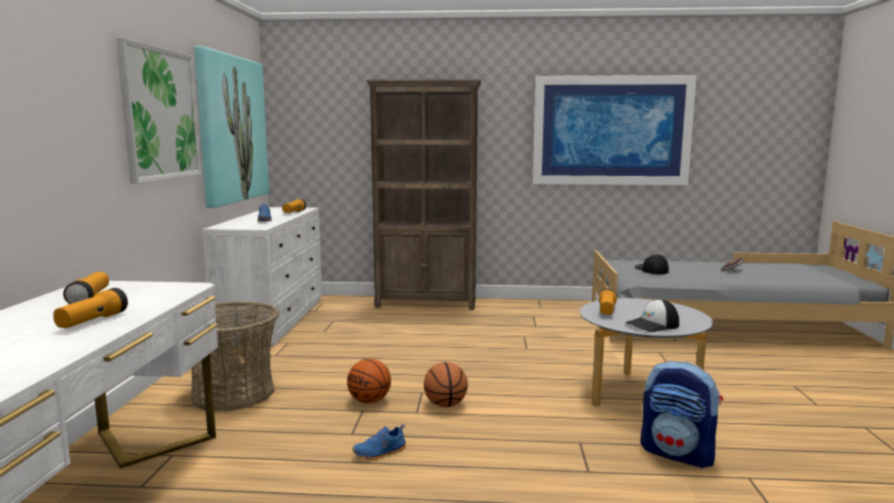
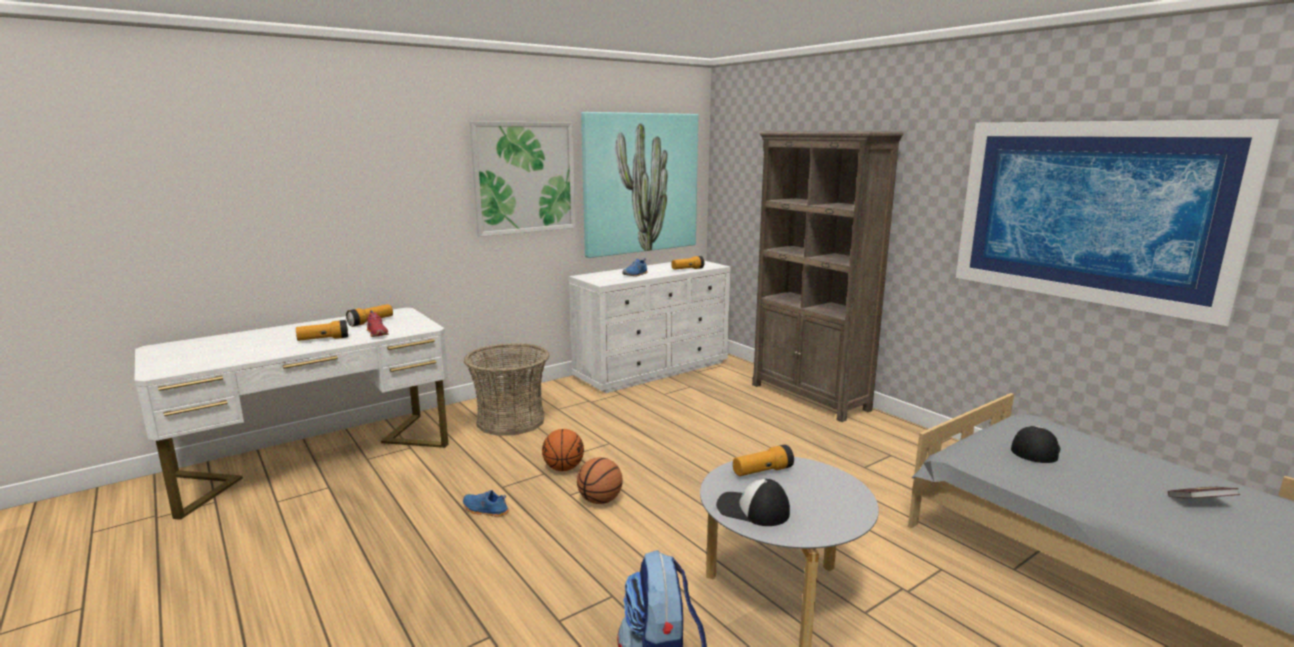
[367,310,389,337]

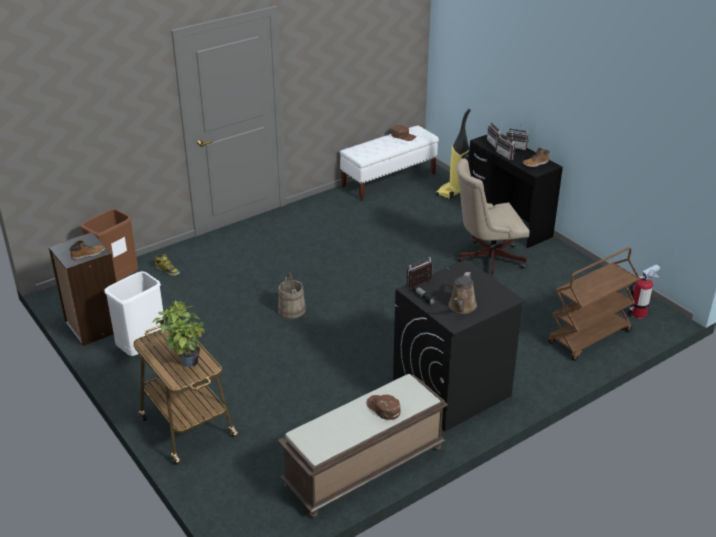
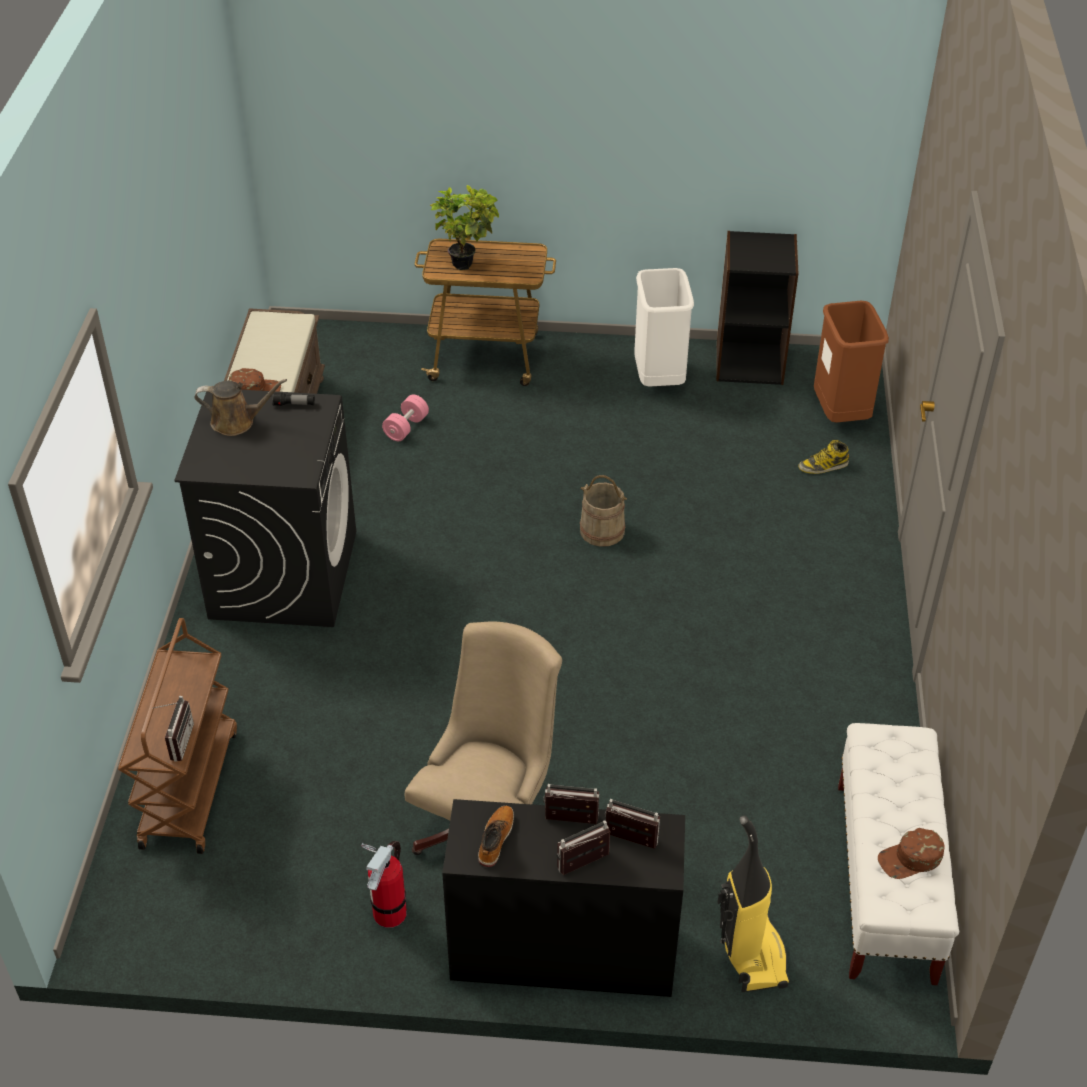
[69,241,105,260] (first image)
[155,696,194,762]
[195,379,287,436]
[361,841,407,928]
[382,395,429,441]

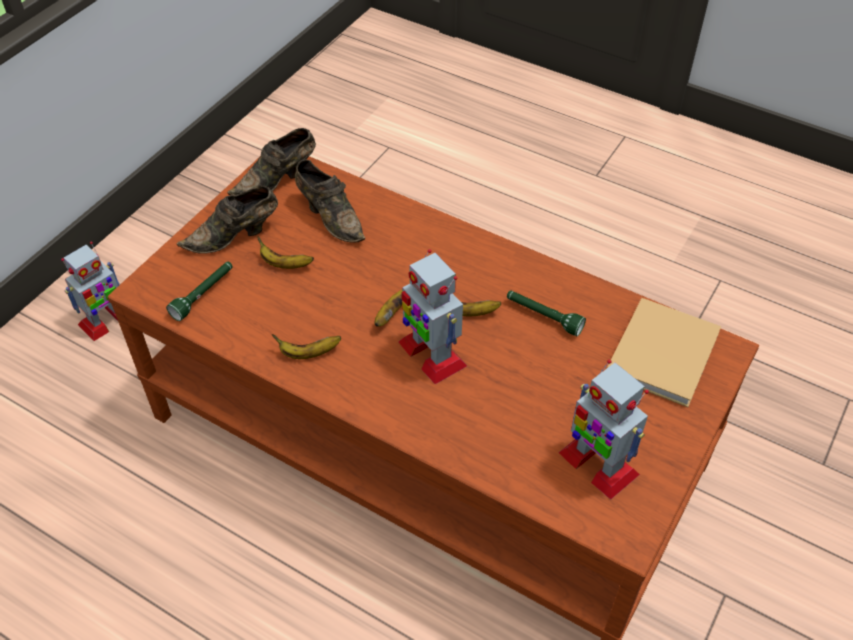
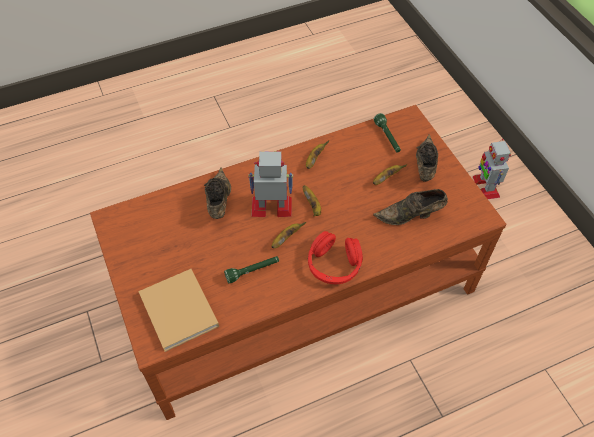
[204,167,231,219]
[558,360,649,500] (first image)
[308,231,363,284]

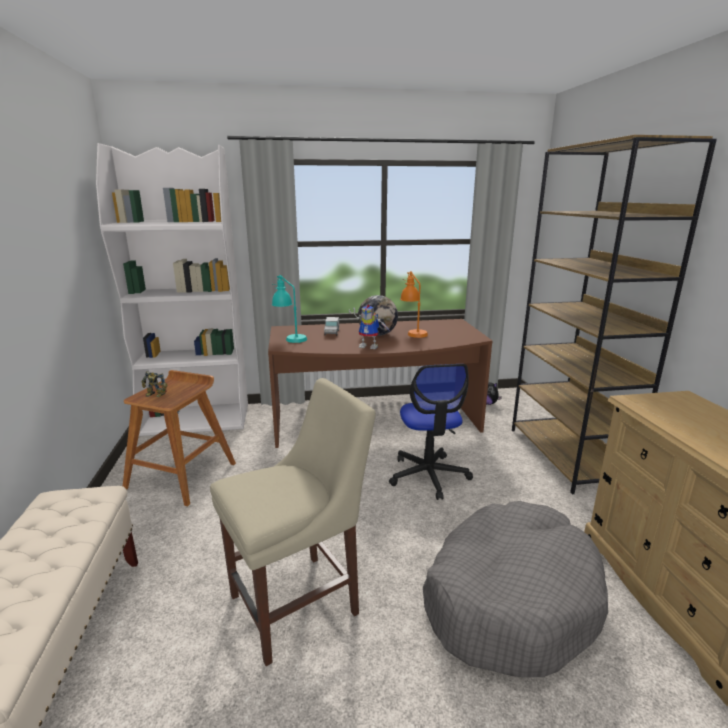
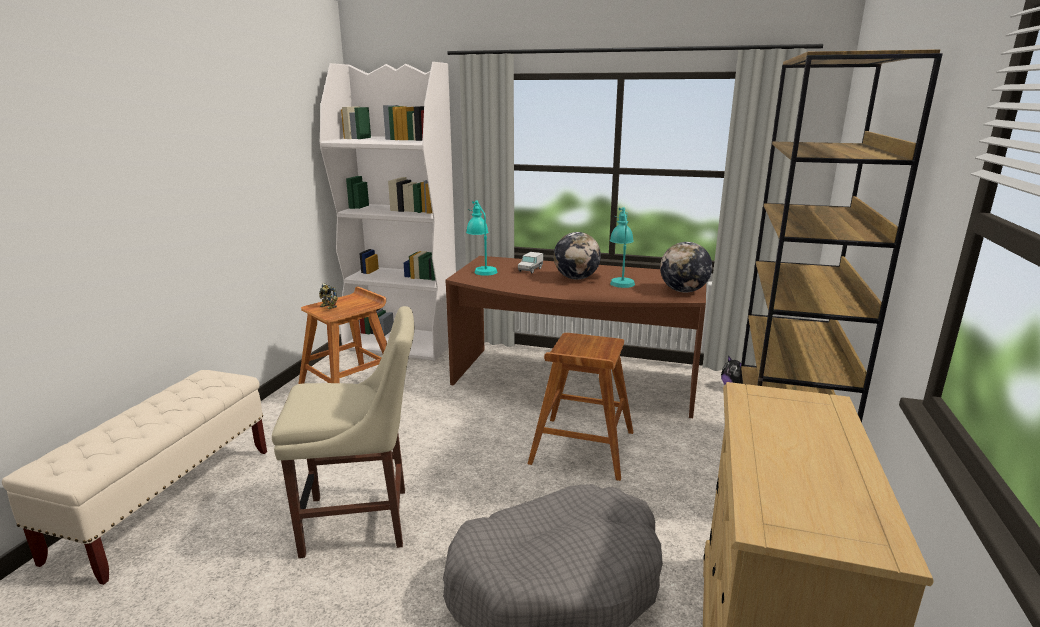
[349,304,391,349] (first image)
[528,333,633,481]
[610,207,635,288]
[660,242,712,293]

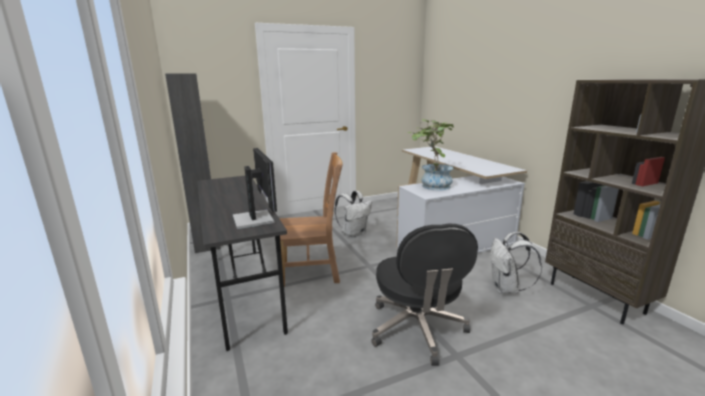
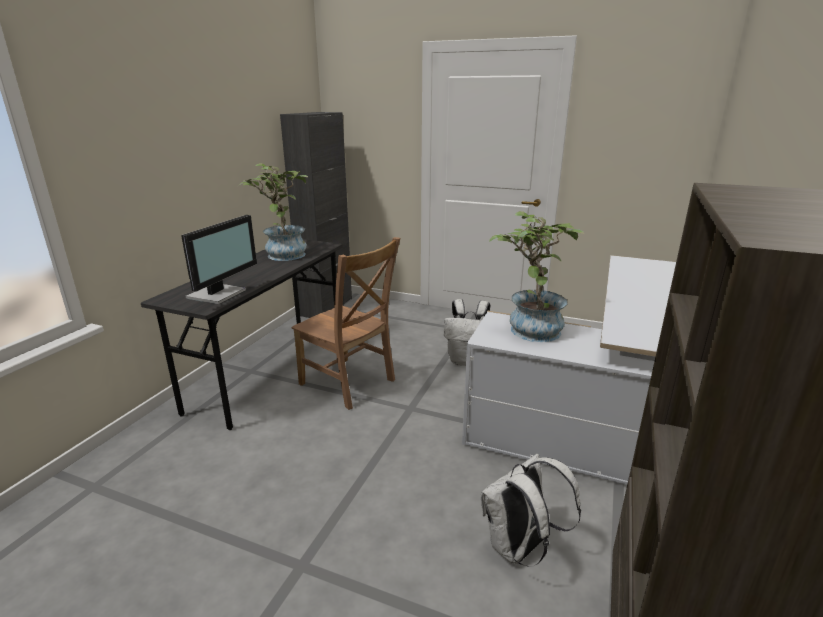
[371,224,478,366] (first image)
[238,163,308,261]

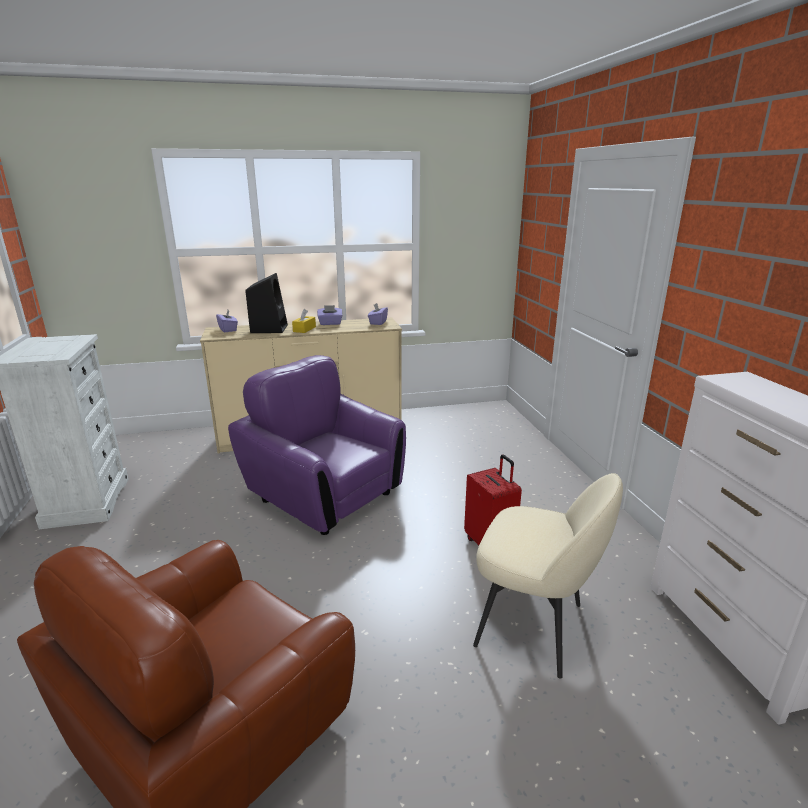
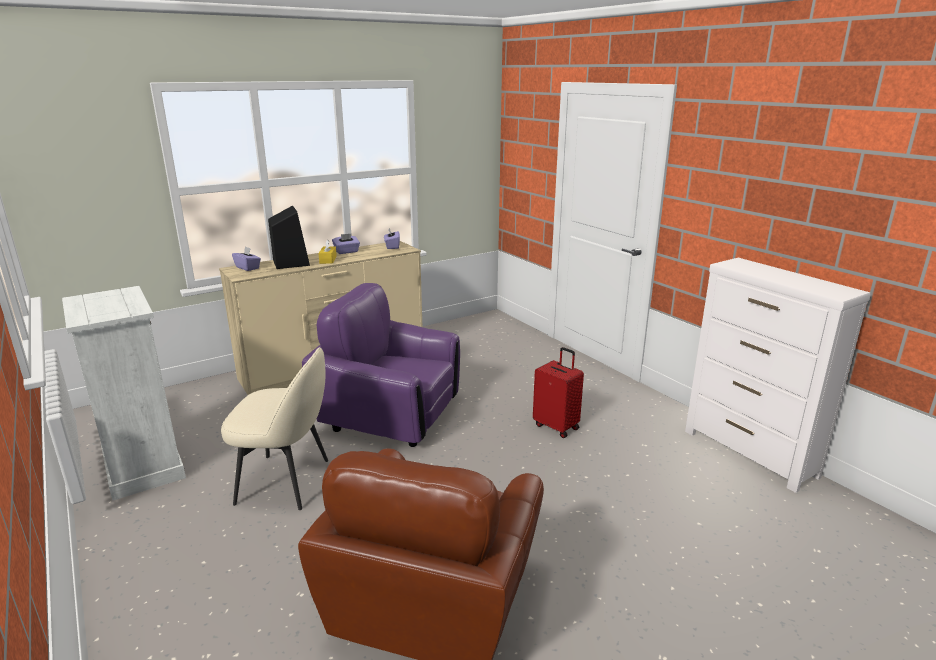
[221,347,328,510]

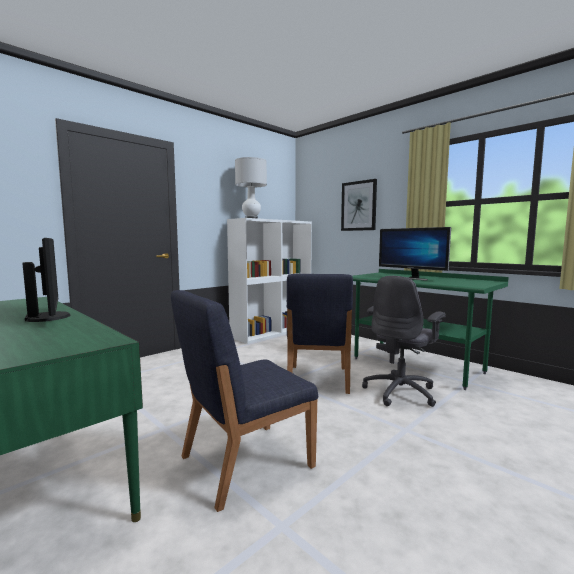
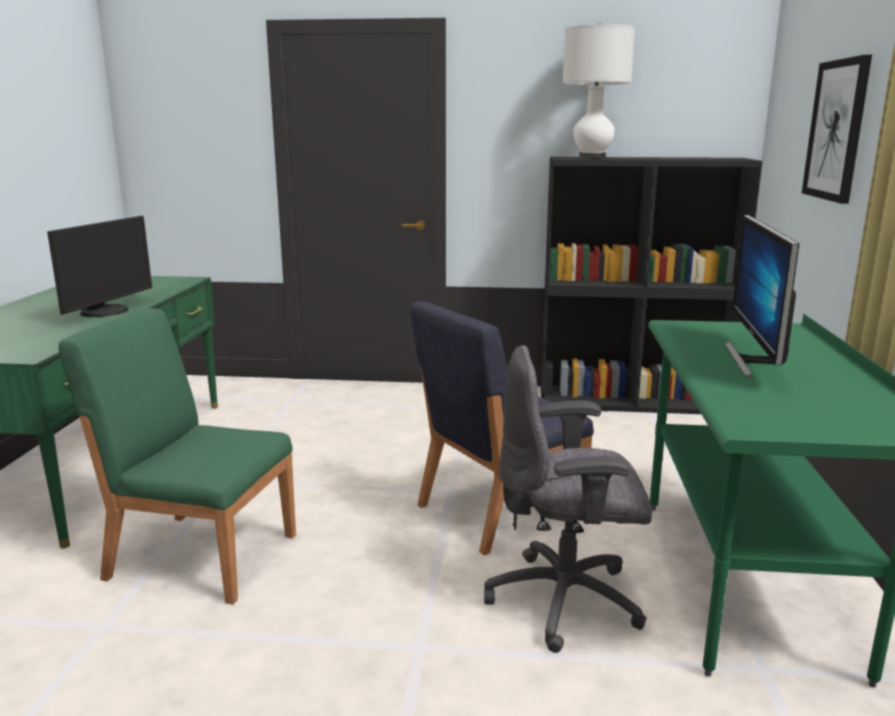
[59,308,296,605]
[541,157,763,414]

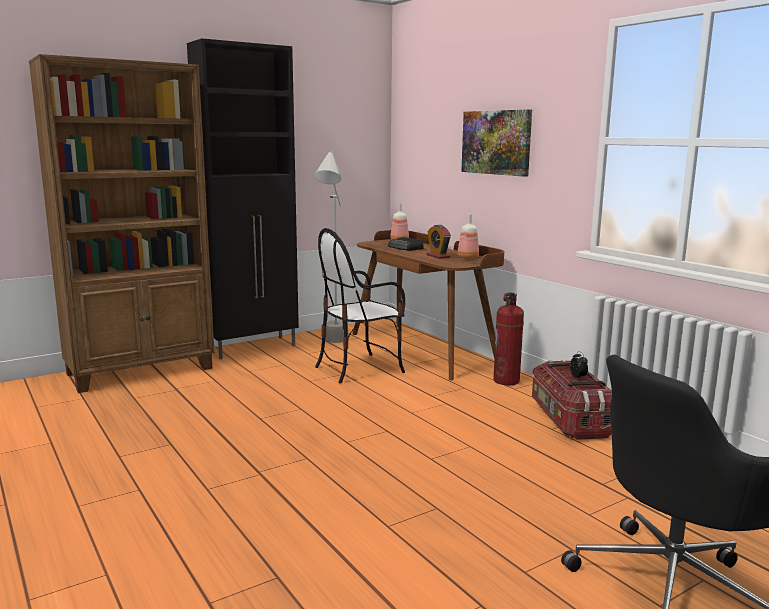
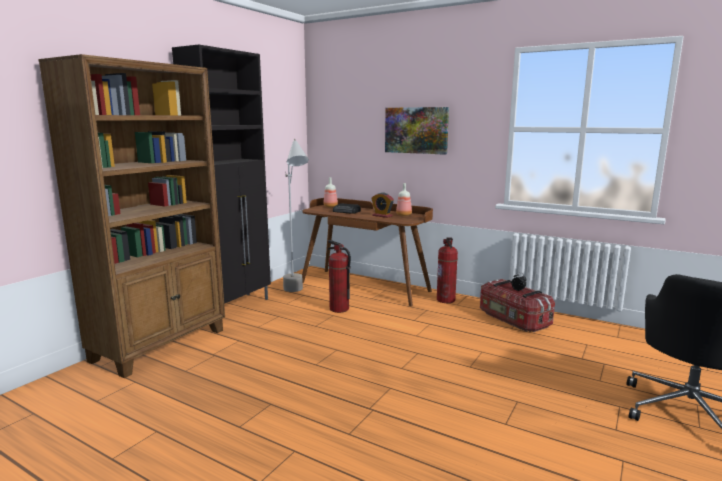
[328,240,351,313]

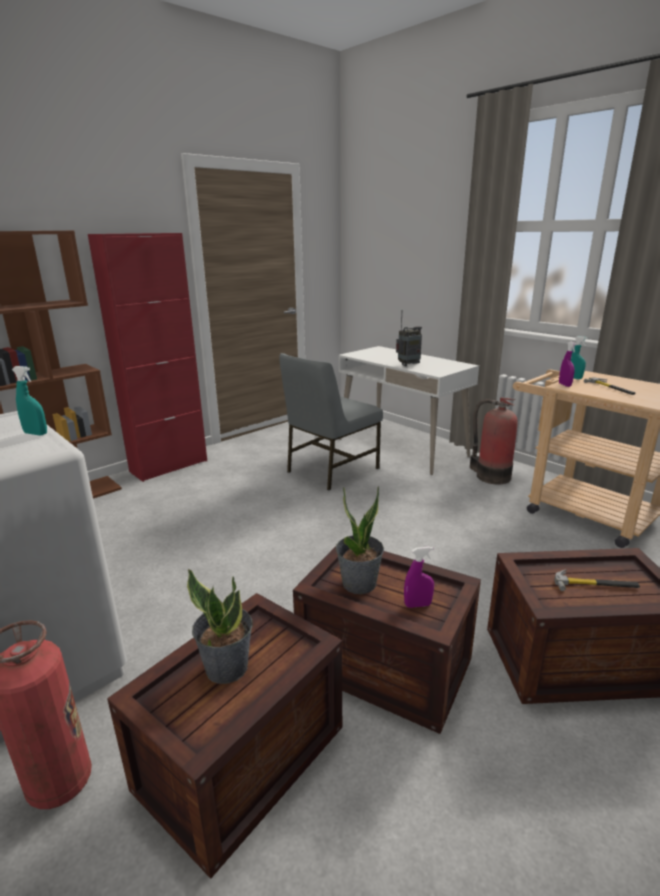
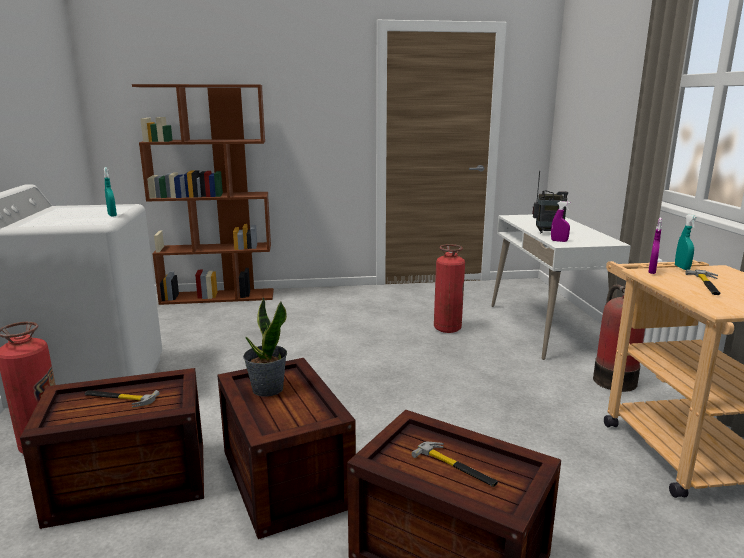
[88,233,207,482] (first image)
[85,390,160,408]
[434,244,465,333]
[551,201,570,242]

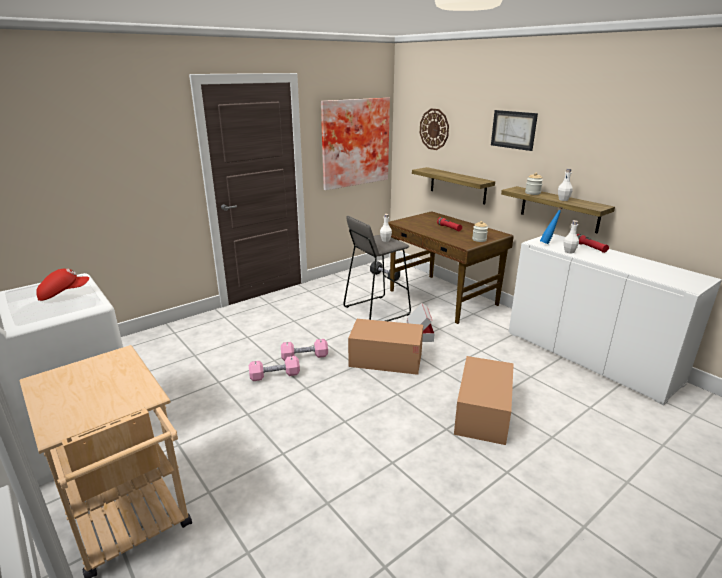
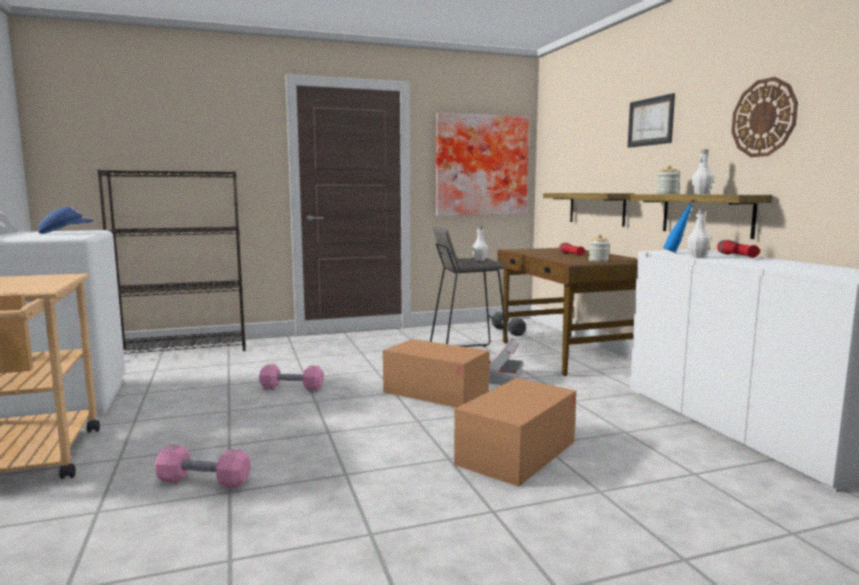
[38,207,94,234]
[155,445,251,488]
[731,77,798,157]
[97,170,246,354]

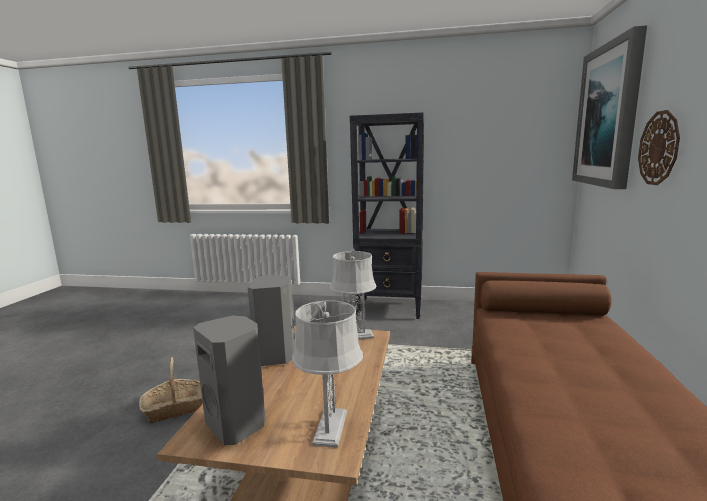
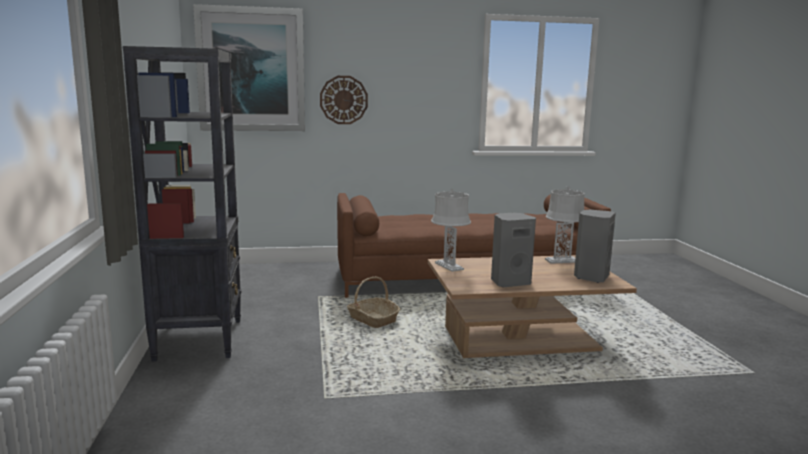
[347,277,400,328]

